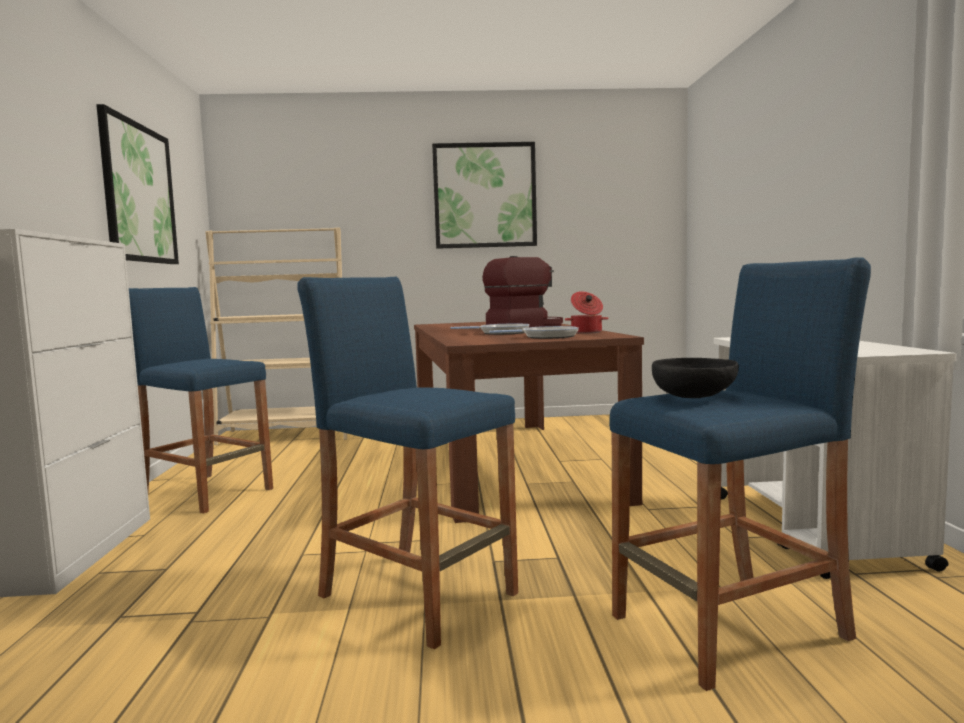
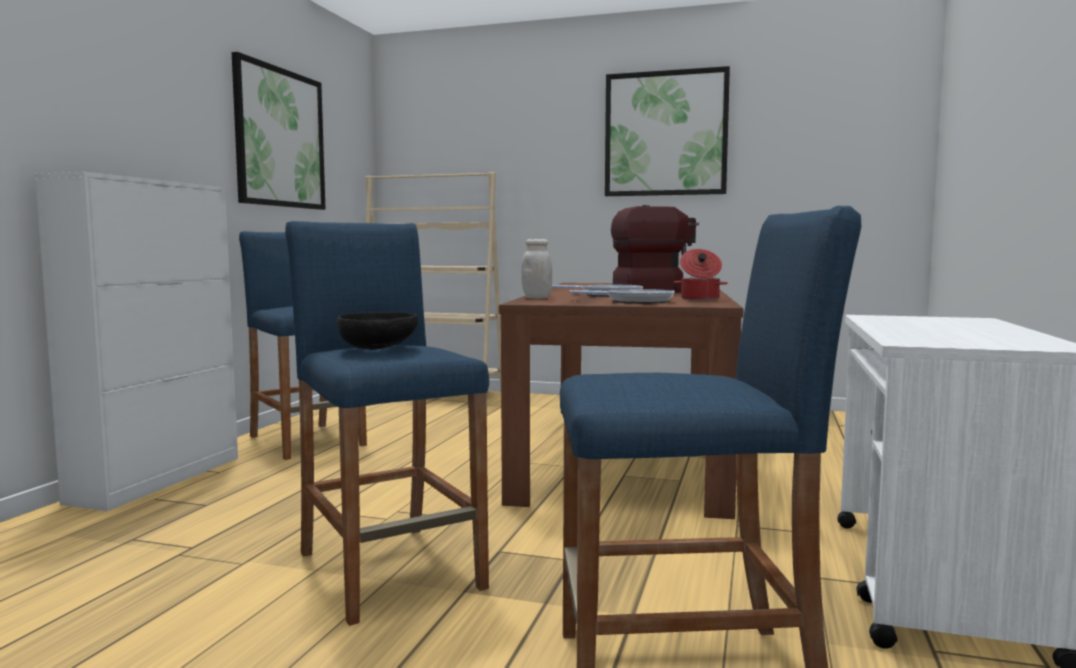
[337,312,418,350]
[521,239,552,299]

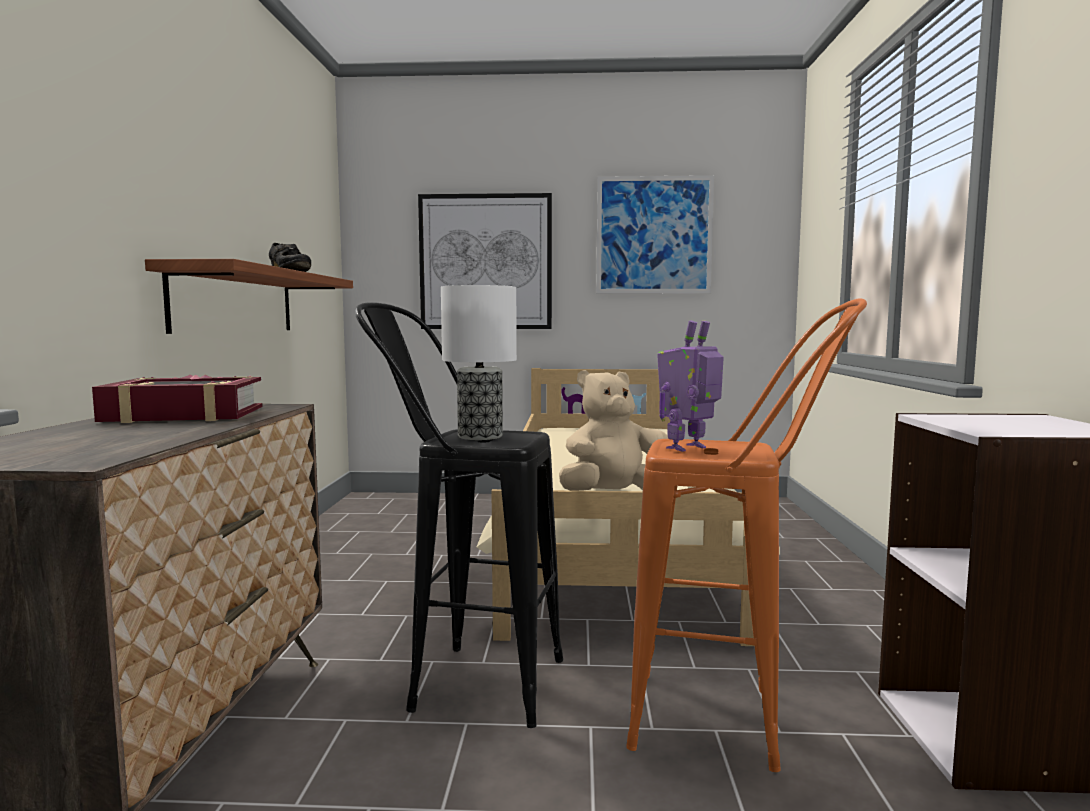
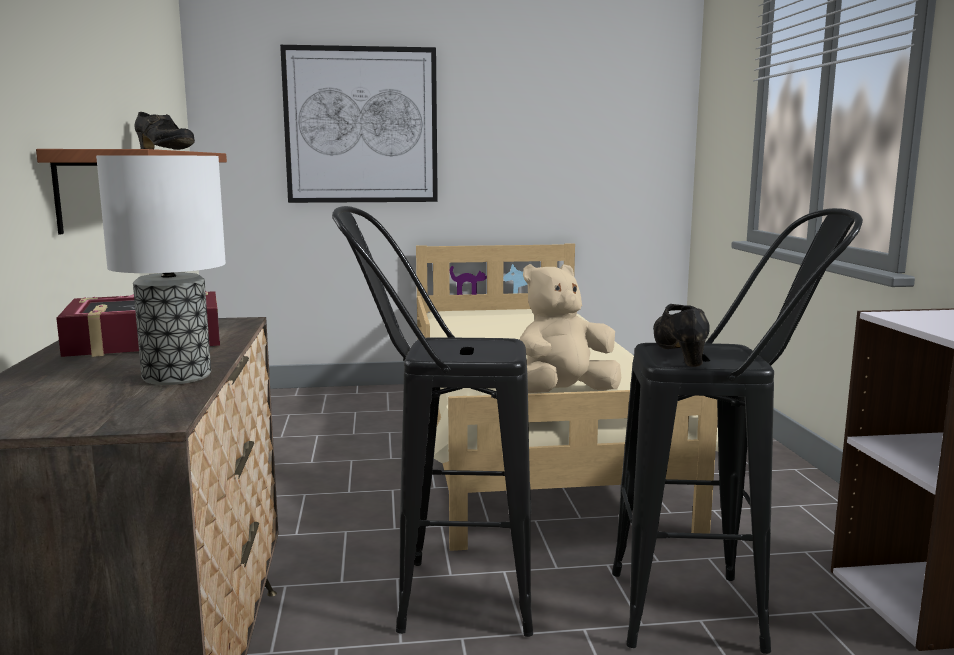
[96,155,226,385]
[596,175,714,294] (first image)
[612,208,863,654]
[653,304,710,367]

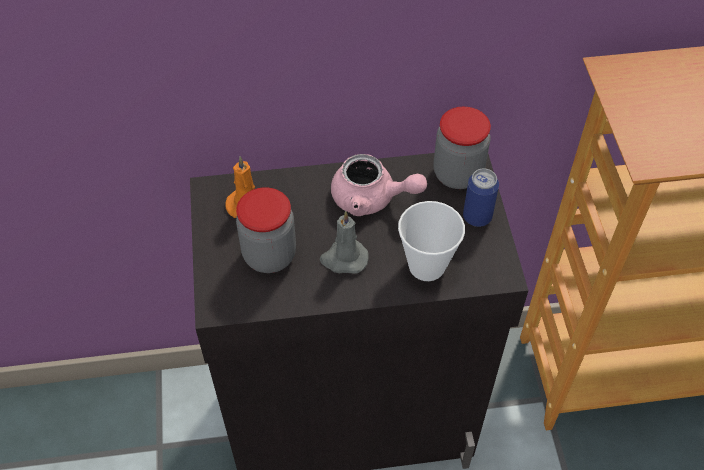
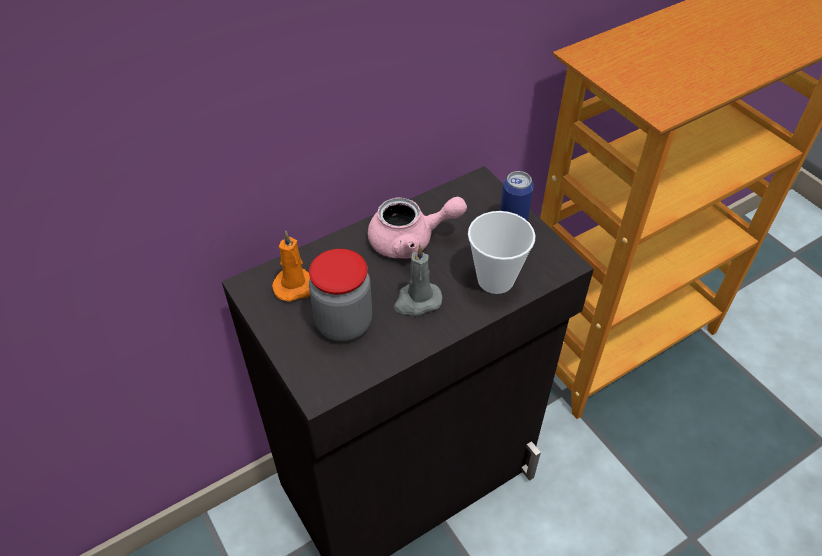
[433,107,491,189] (first image)

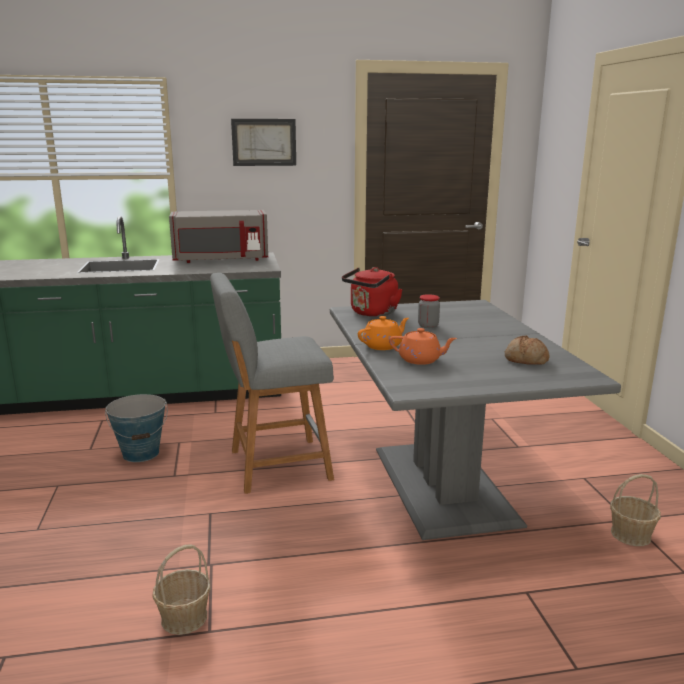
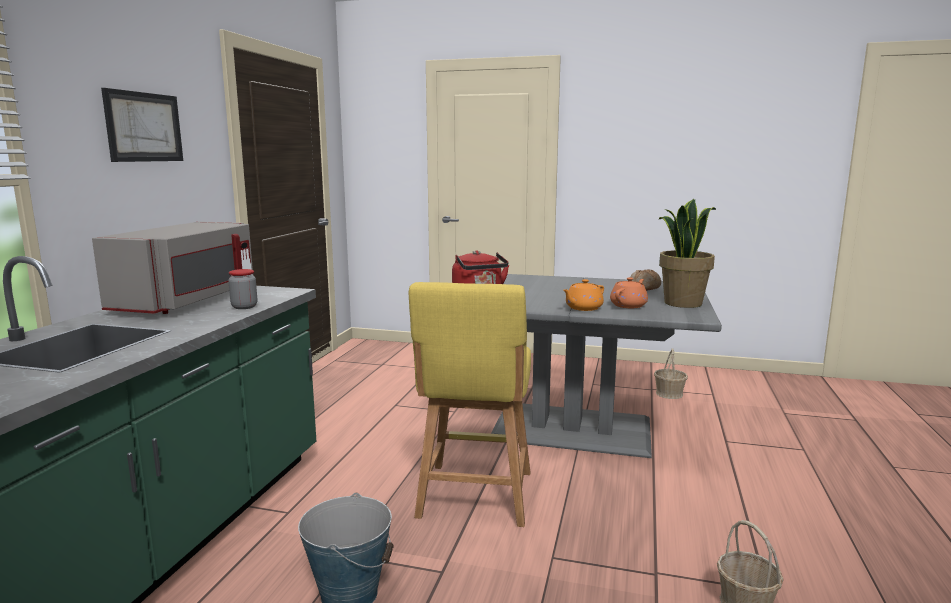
[408,282,531,527]
[563,279,604,311]
[228,269,257,309]
[659,199,716,308]

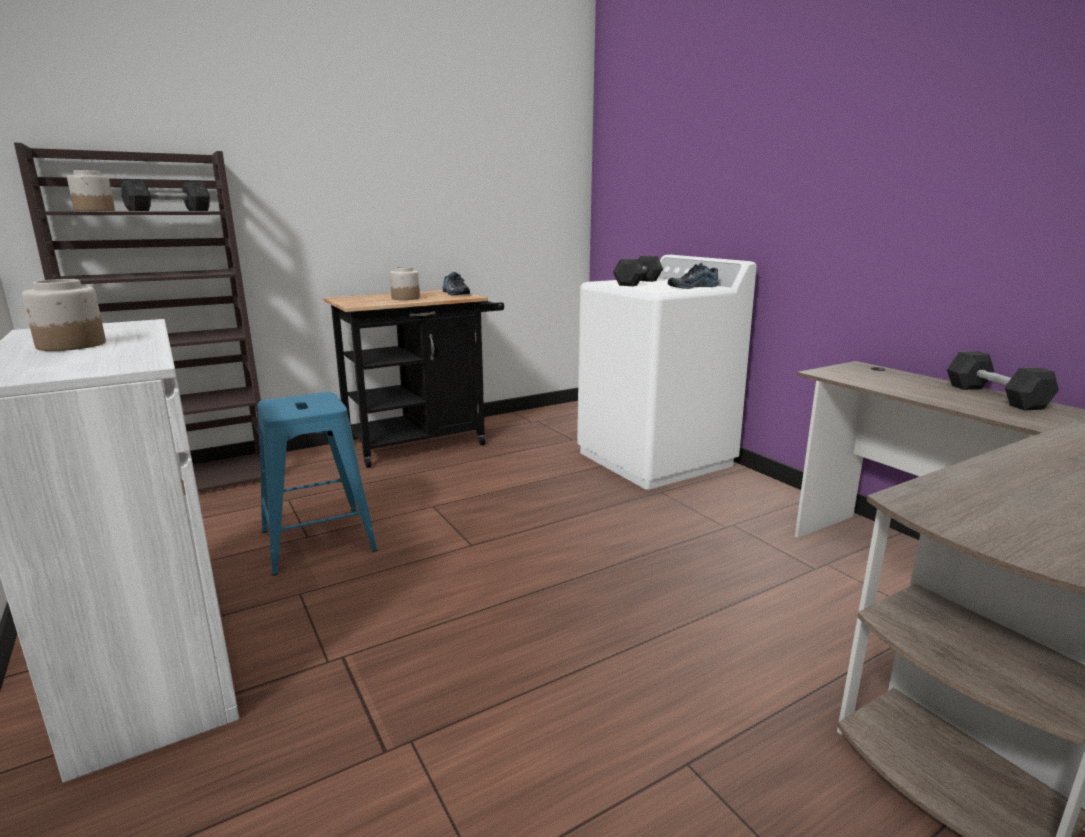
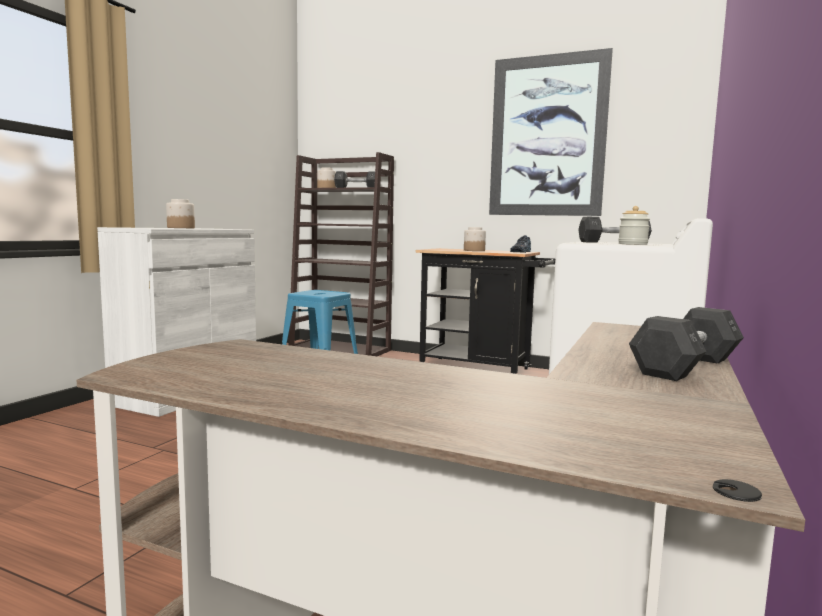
[618,206,650,245]
[489,48,613,216]

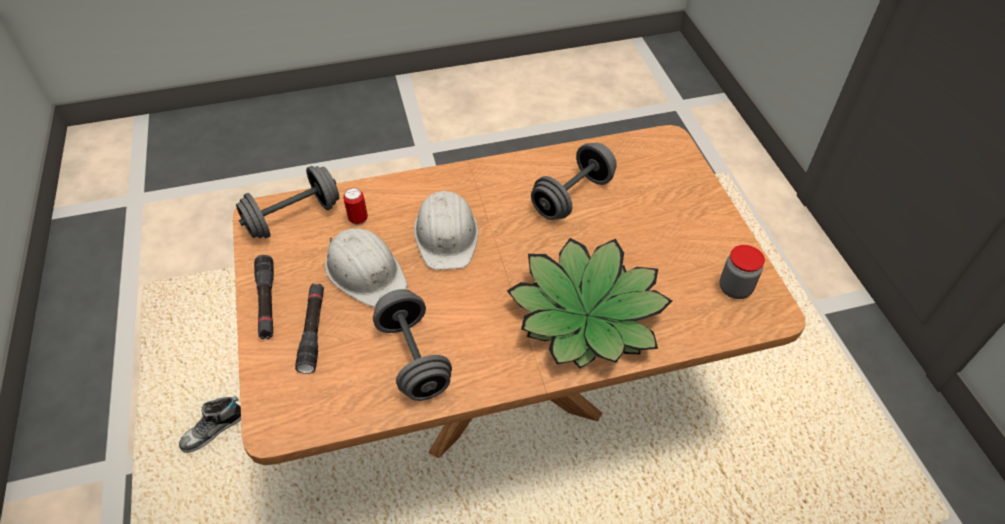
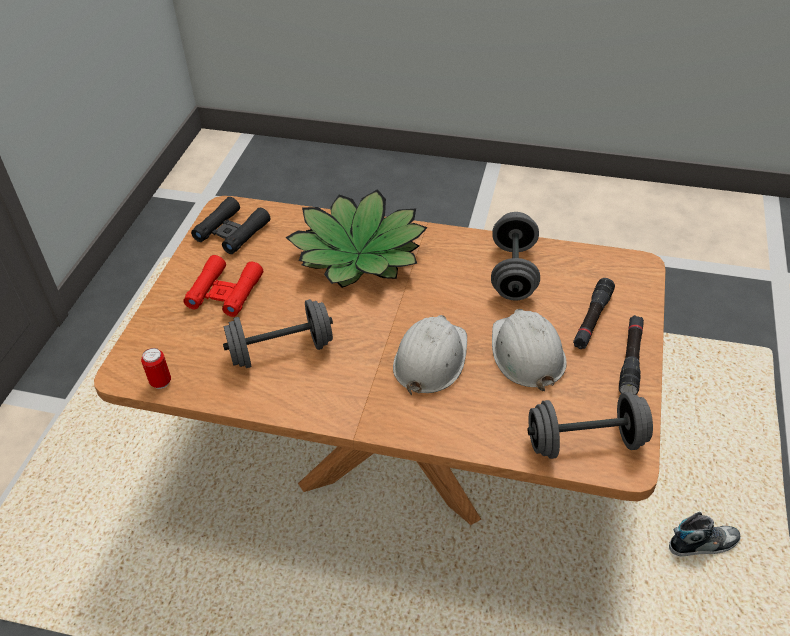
[141,348,171,389]
[191,197,271,254]
[183,255,263,317]

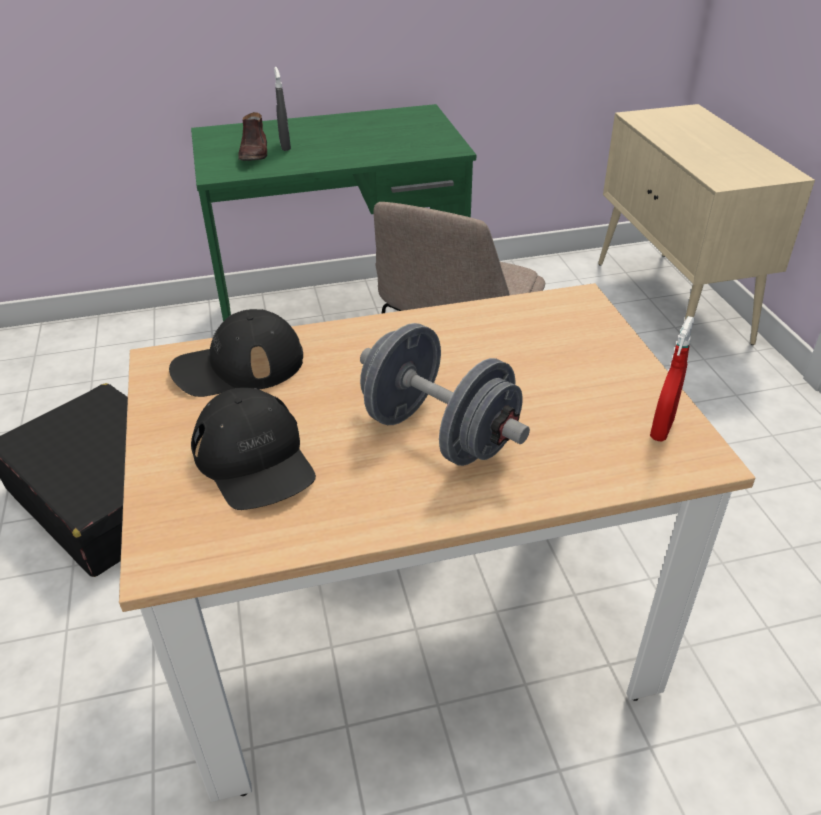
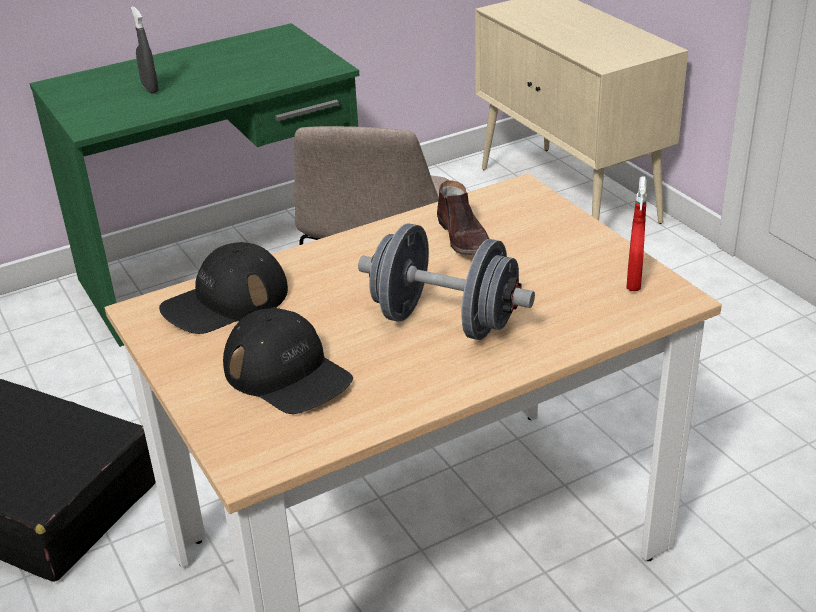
[437,181,489,255]

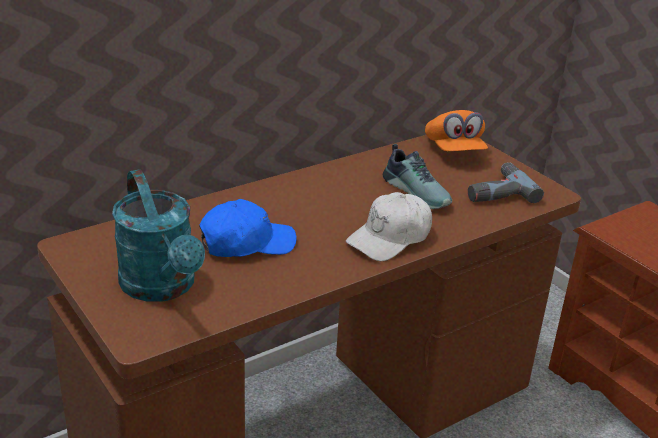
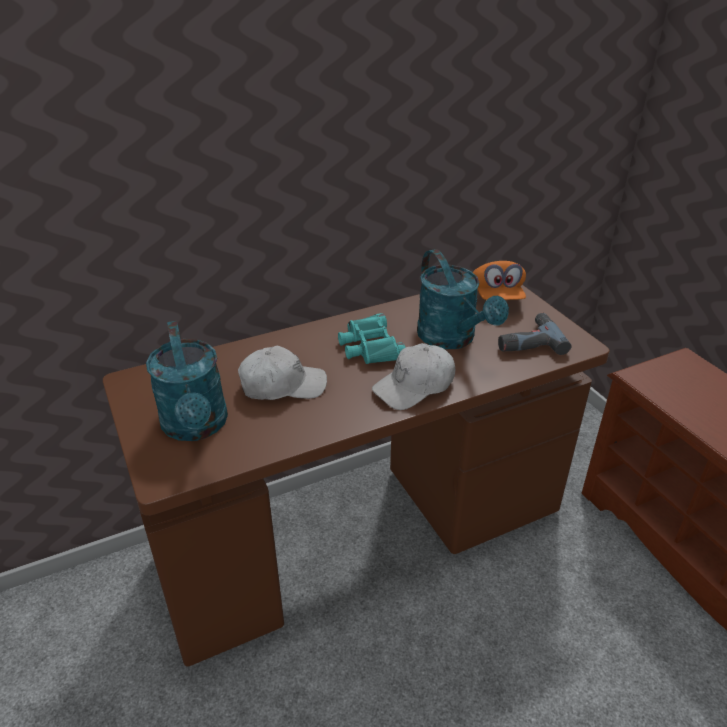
[238,346,327,400]
[417,249,509,349]
[338,313,406,364]

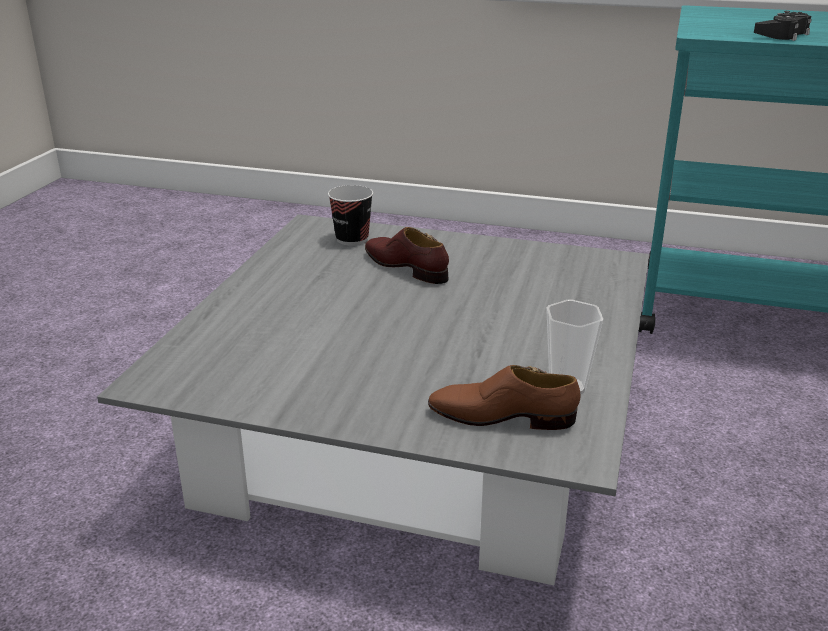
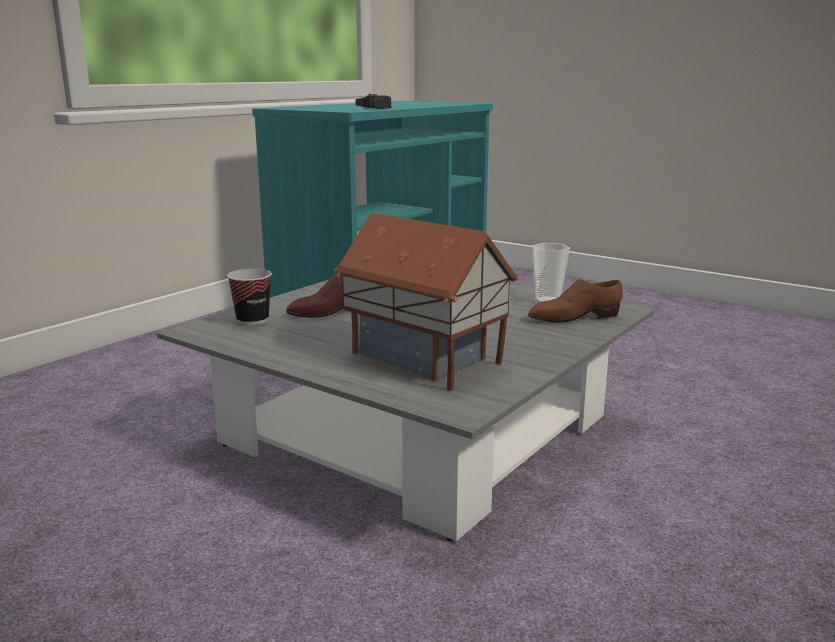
[528,279,623,323]
[334,213,519,391]

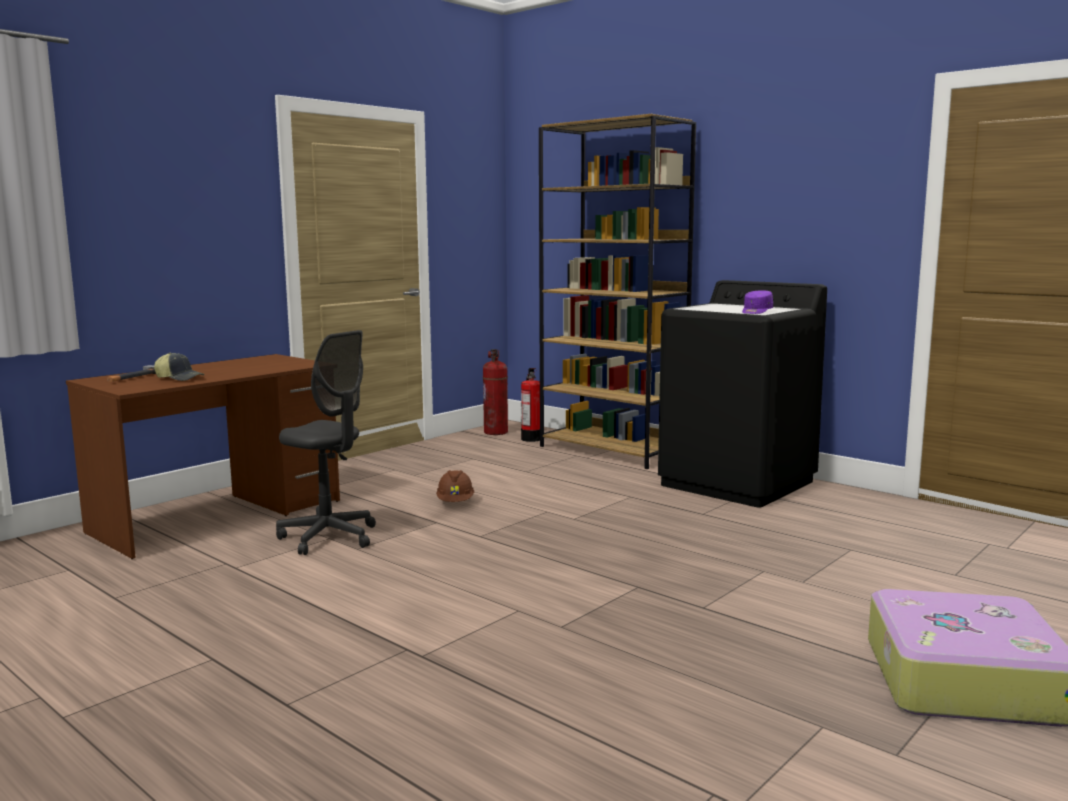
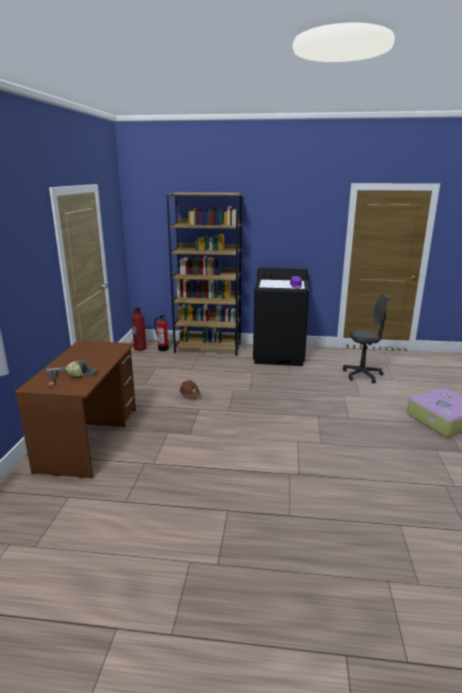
[343,294,390,383]

